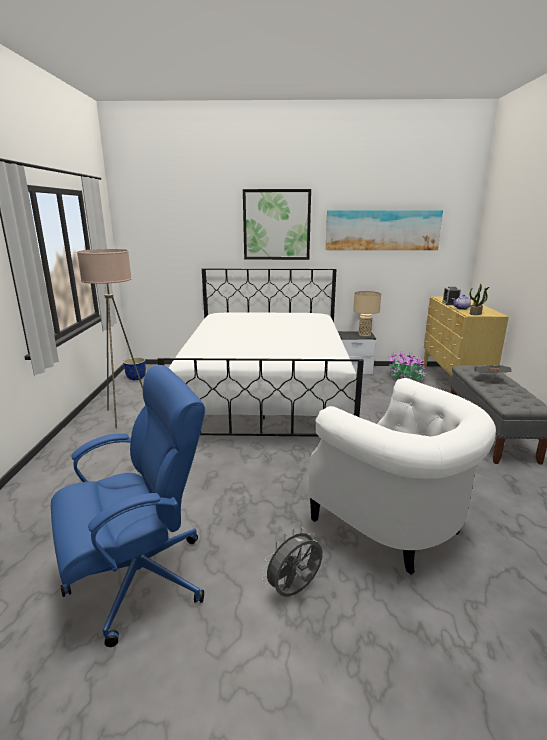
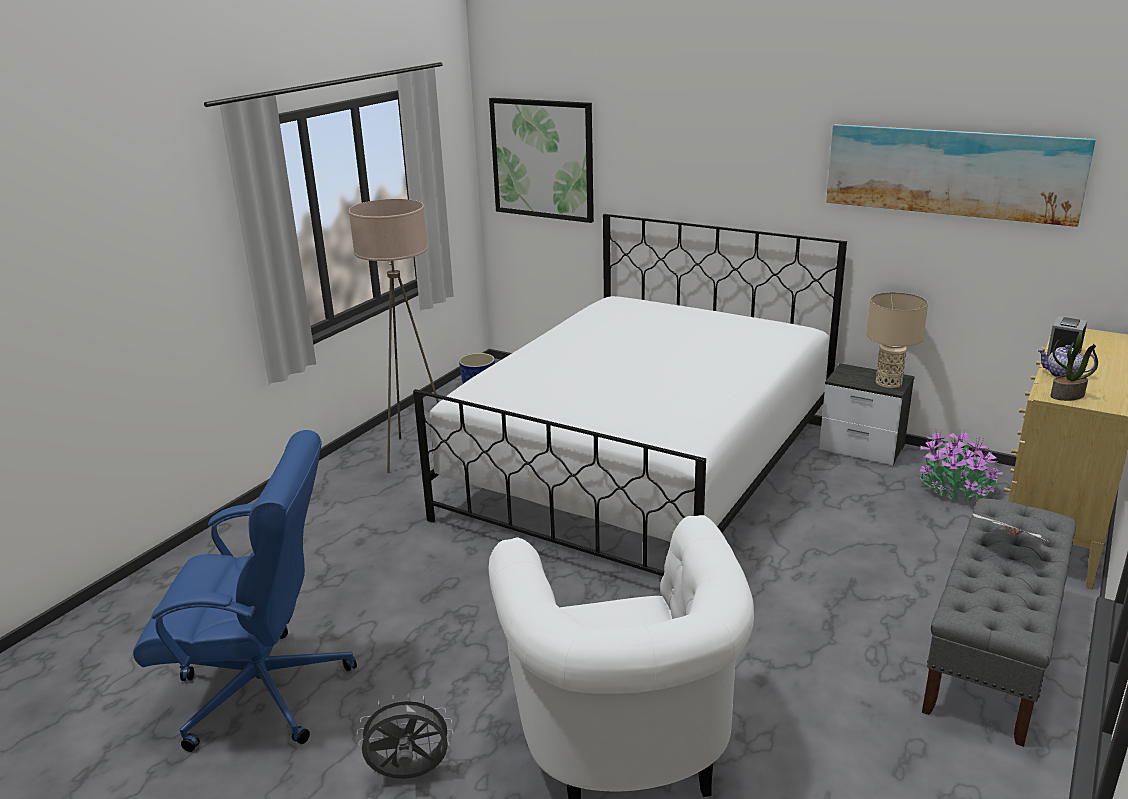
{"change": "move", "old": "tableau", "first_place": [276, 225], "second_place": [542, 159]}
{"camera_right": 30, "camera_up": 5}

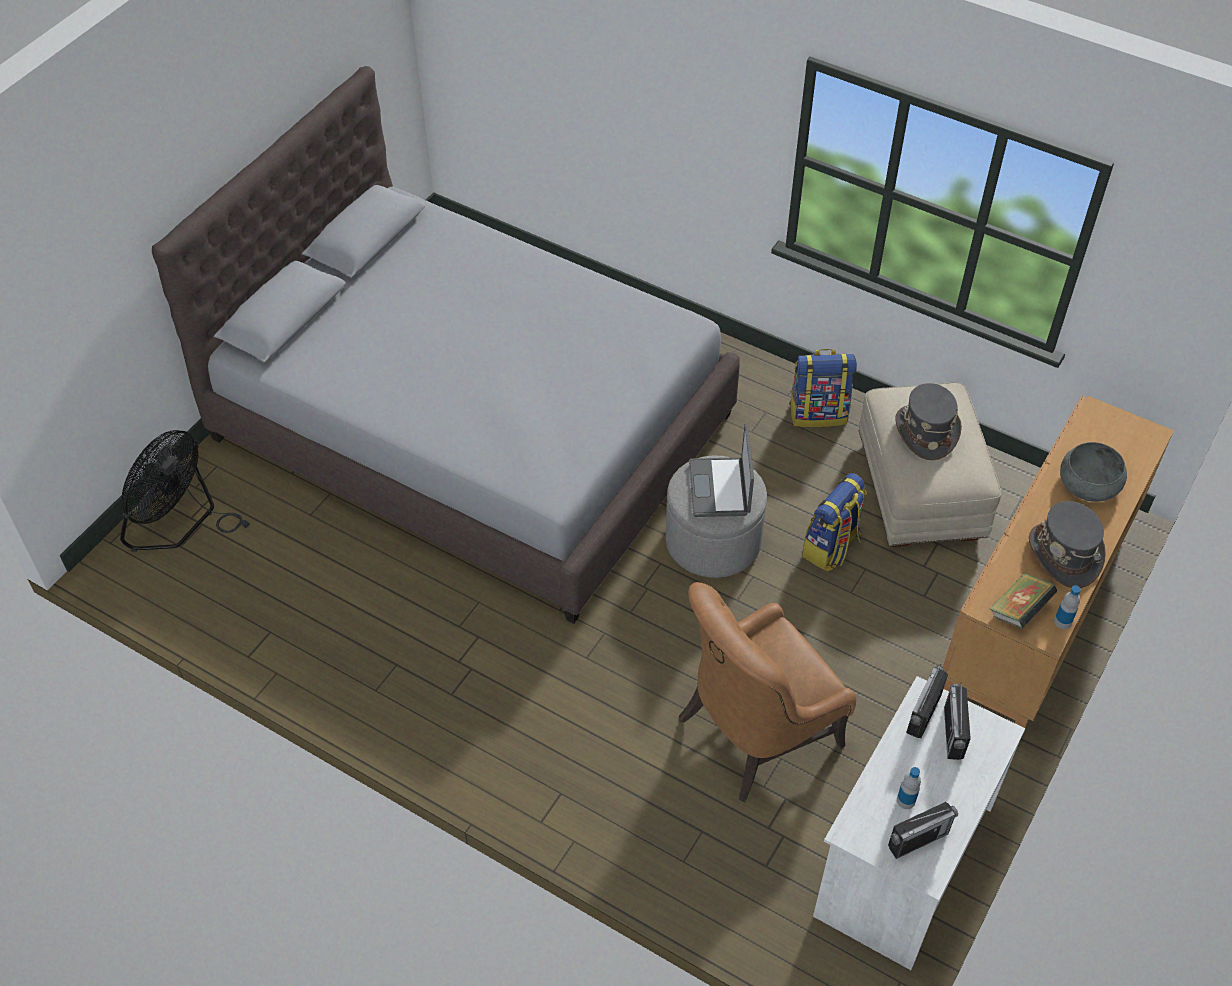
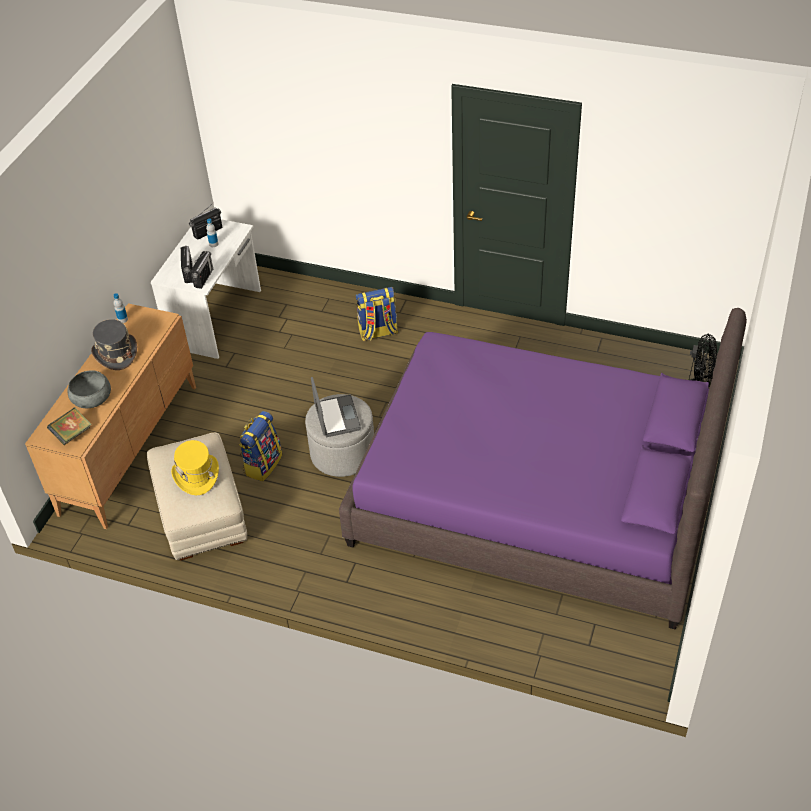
{"change": "move", "old": "livre", "first_place": [1019, 611], "second_place": [72, 434]}
{"change": "recolor", "old": "chapeau [gris]", "new": "chapeau [jaune]", "first_place": [925, 432], "second_place": [197, 475]}
{"change": "recolor", "old": "lit [gris]", "new": "lit [violet]", "first_place": [472, 426], "second_place": [536, 498]}
{"change": "move", "old": "sac à dos", "first_place": [818, 413], "second_place": [378, 332]}
{"change": "delete", "old": "chaise [marron]", "first_place": [757, 731]}
{"camera_right": 170, "camera_up": -5}

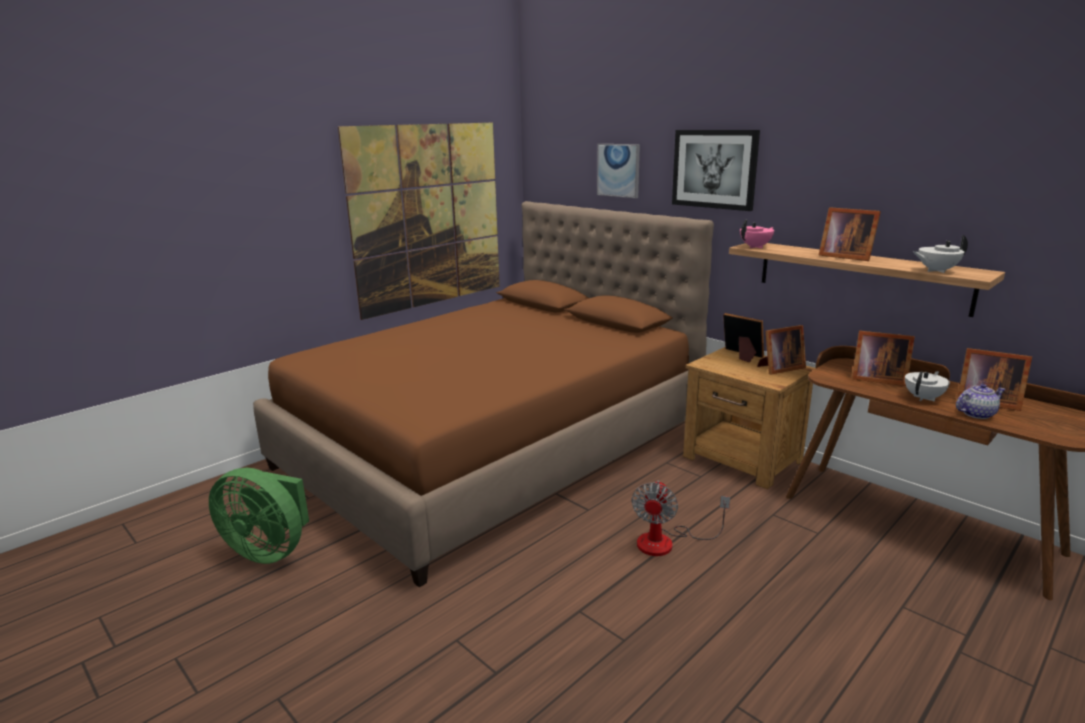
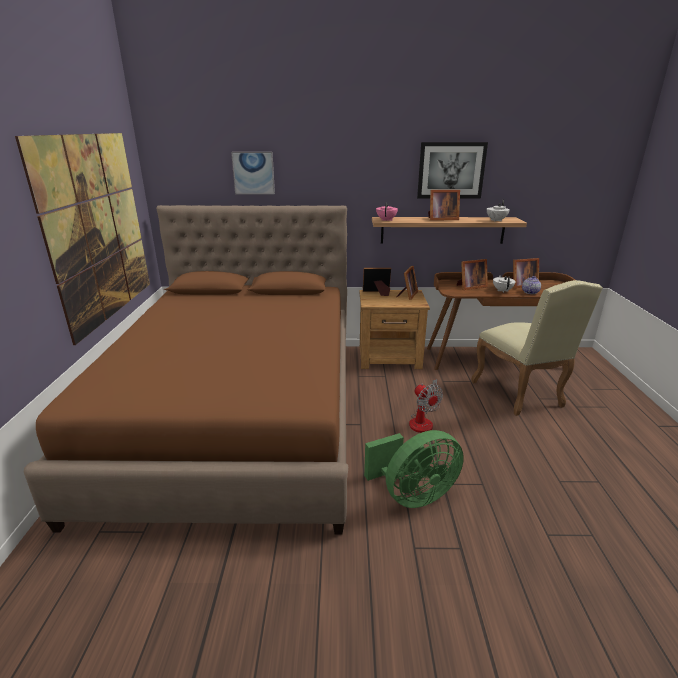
{"change": "move", "old": "ventilateur [vert]", "first_place": [269, 550], "second_place": [413, 495]}
{"change": "move", "old": "tableau", "first_place": [714, 169], "second_place": [451, 170]}
{"change": "insert", "new": "chaise [beige]", "second_place": [520, 394]}
{"camera_right": -45, "camera_up": 5}

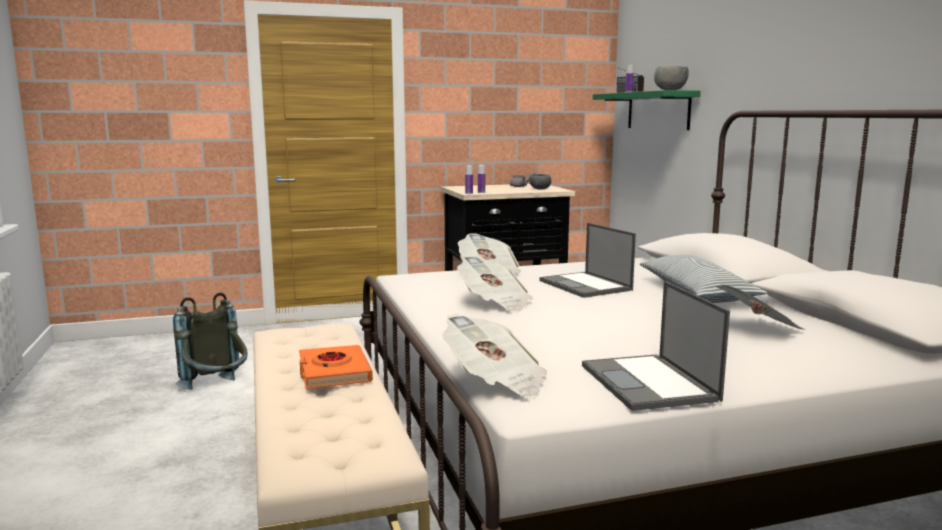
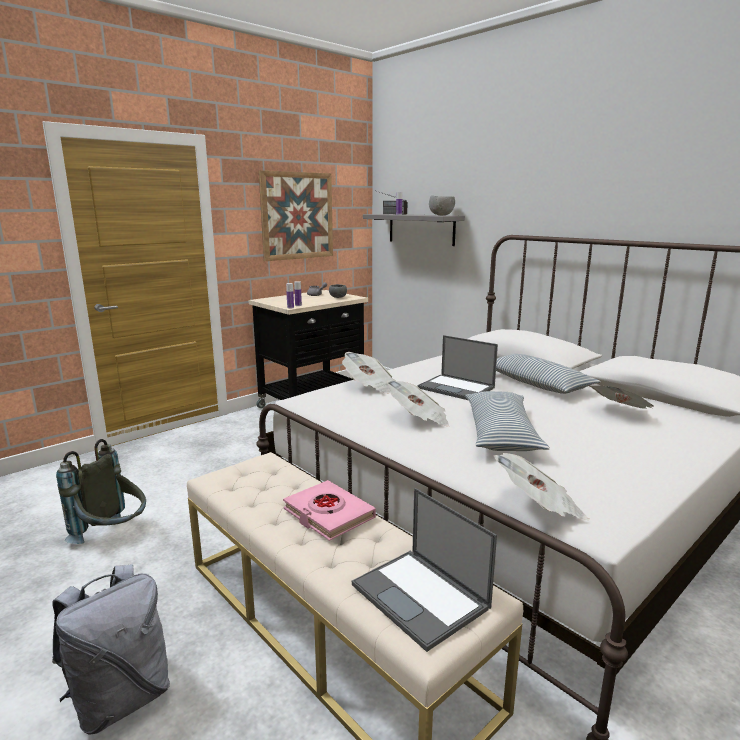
{"change": "insert", "new": "sac à dos [gris]", "second_place": [121, 698]}
{"change": "insert", "new": "tableau", "second_place": [297, 216]}
{"change": "recolor", "old": "livre [orange]", "new": "livre [rose]", "first_place": [334, 373], "second_place": [328, 514]}
{"change": "move", "old": "ordinateur portable", "first_place": [649, 383], "second_place": [421, 597]}
{"change": "recolor", "old": "étagère [vert]", "new": "étagère [gris]", "first_place": [658, 110], "second_place": [421, 229]}
{"change": "insert", "new": "coussin", "second_place": [501, 433]}
{"camera_right": -25, "camera_up": 5}

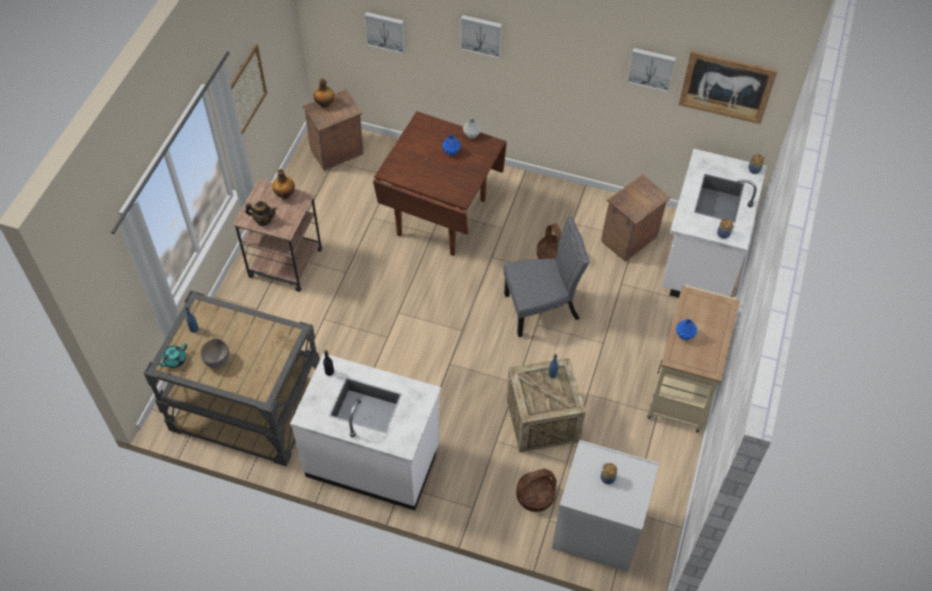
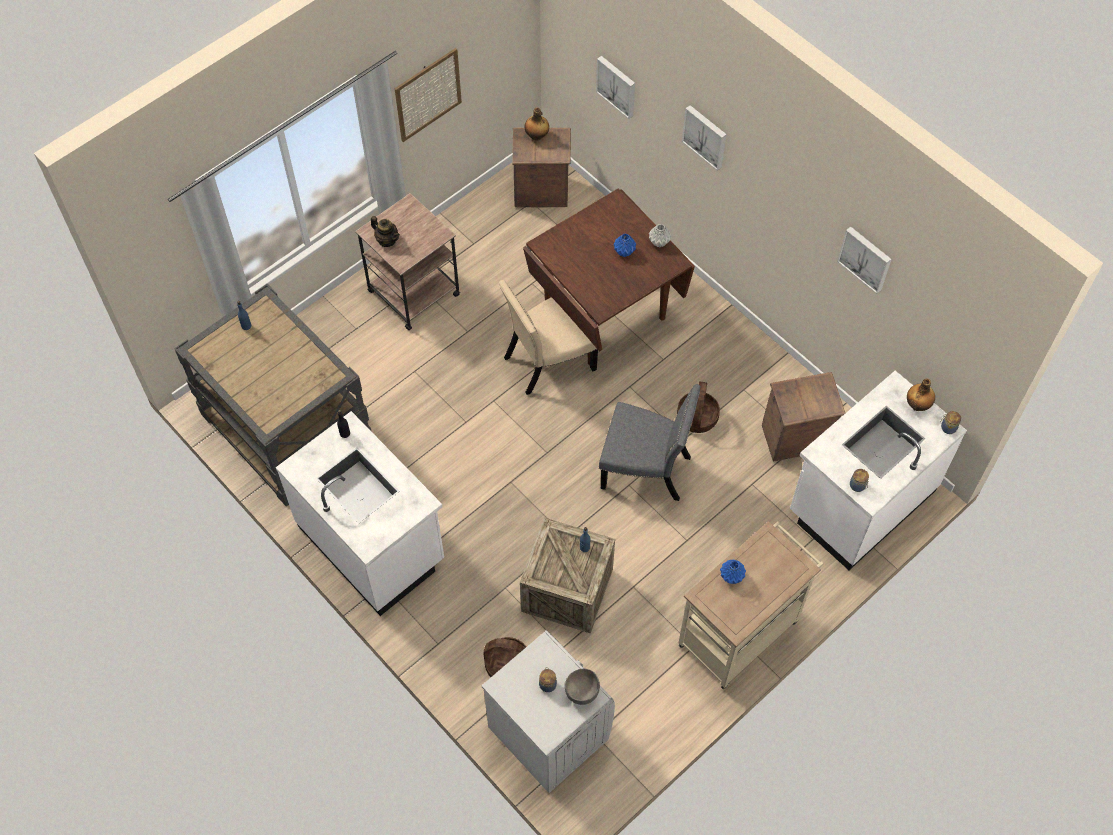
{"change": "insert", "new": "chaise [beige]", "second_place": [550, 360]}
{"change": "move", "old": "bol [gris]", "first_place": [217, 360], "second_place": [582, 692]}
{"change": "move", "old": "bouteille", "first_place": [285, 194], "second_place": [918, 405]}
{"change": "delete", "old": "théière [turquoise]", "first_place": [174, 360]}
{"change": "delete", "old": "tableau", "first_place": [726, 87]}
{"camera_right": 30, "camera_up": 5}

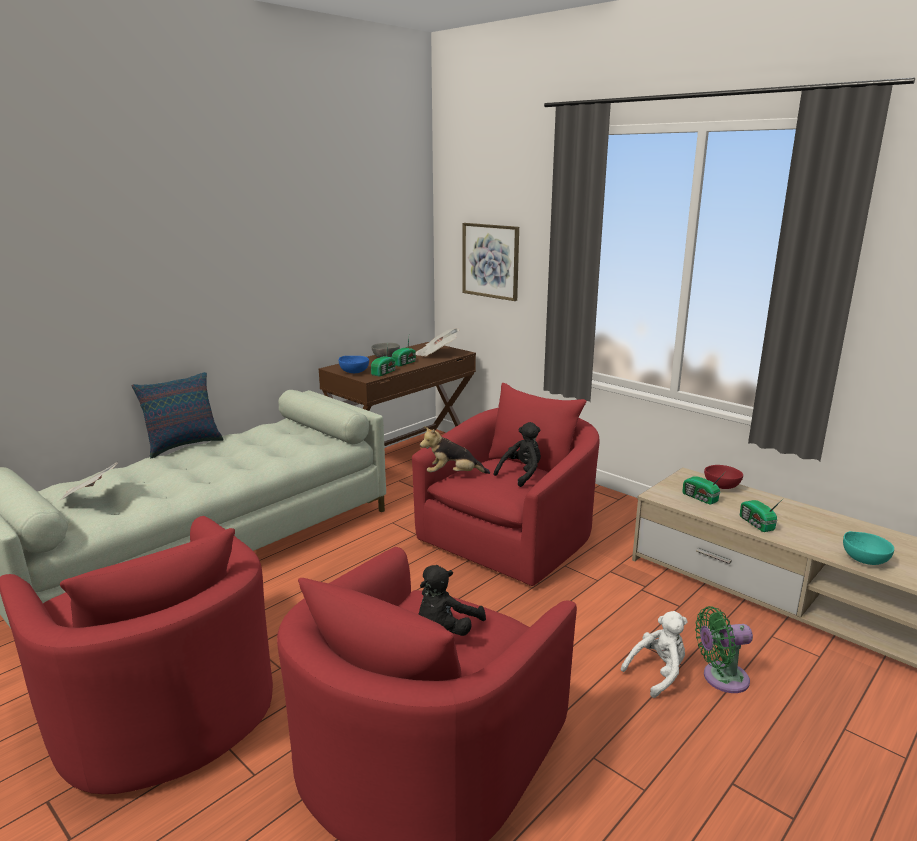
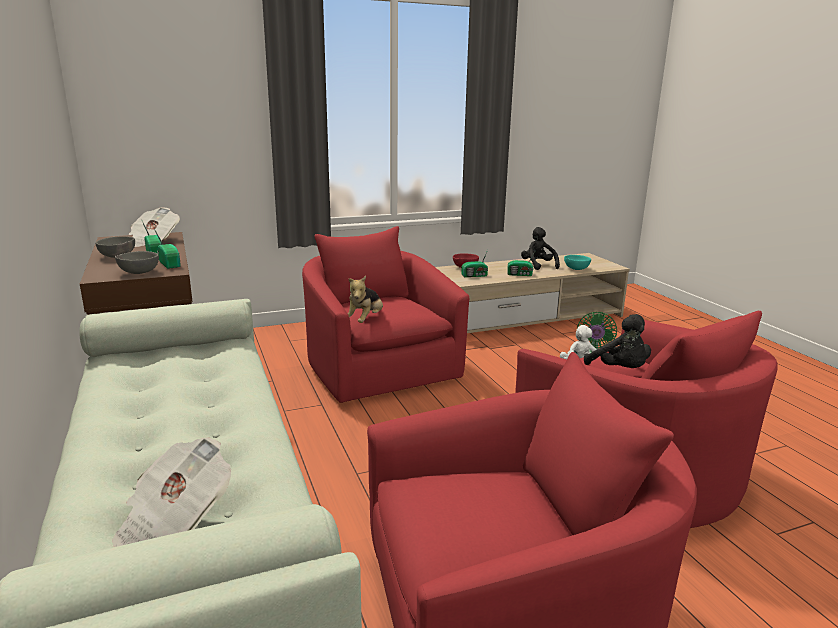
{"change": "recolor", "old": "bol [bleu]", "new": "bol [gris]", "first_place": [354, 372], "second_place": [138, 273]}
{"change": "move", "old": "peluche [noir]", "first_place": [521, 474], "second_place": [538, 266]}
{"change": "delete", "old": "coussin [bleu]", "first_place": [184, 446]}
{"change": "delete", "old": "tableau", "first_place": [490, 261]}
{"camera_right": -65, "camera_up": 0}

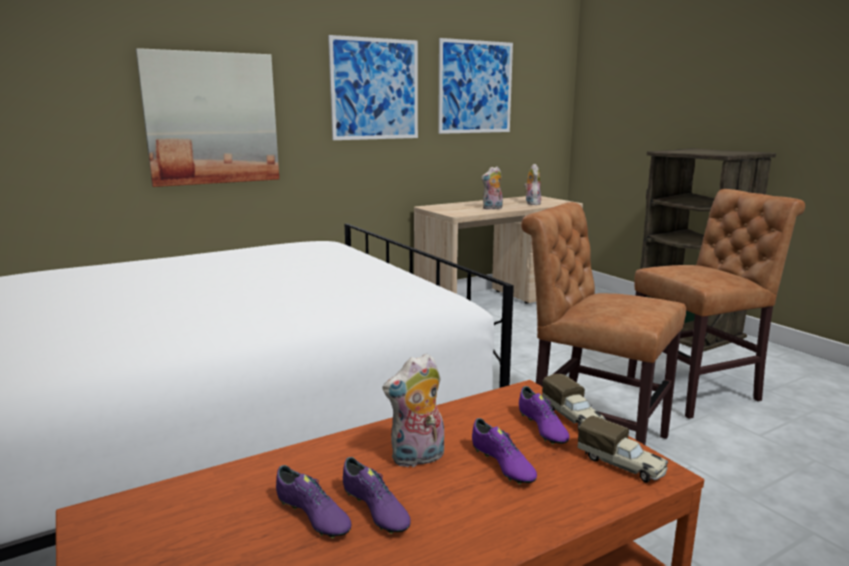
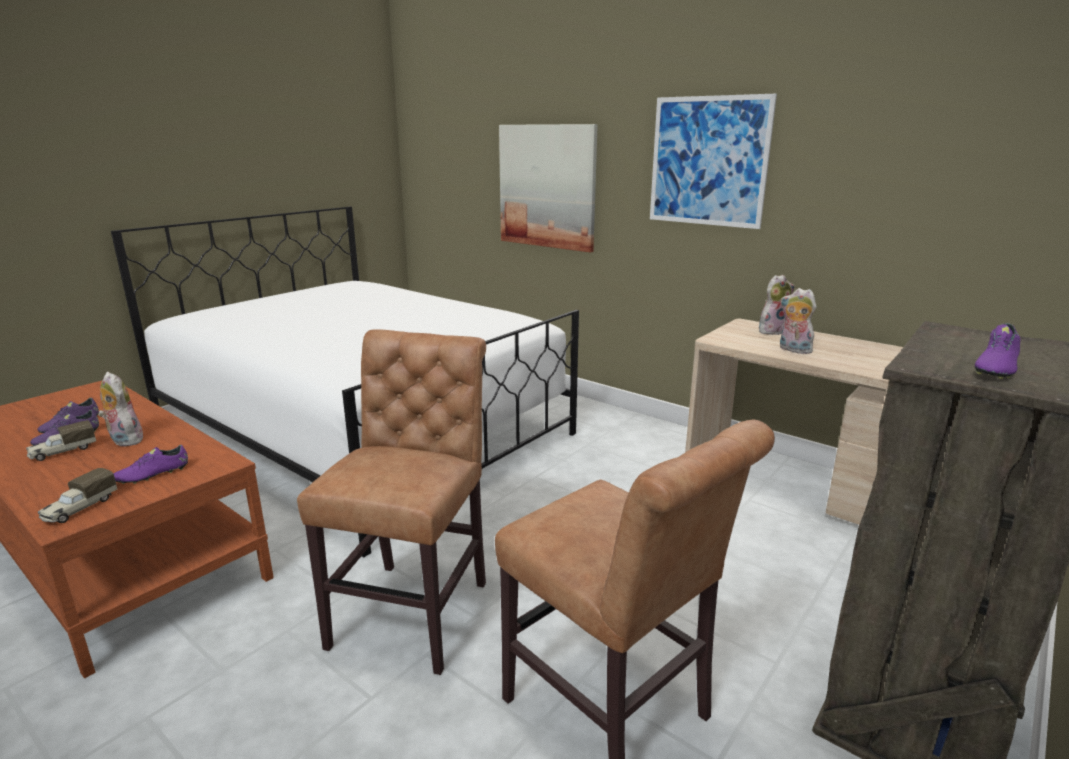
{"change": "move", "old": "camion jouet", "first_place": [573, 417], "second_place": [63, 451]}
{"change": "move", "old": "peluche", "first_place": [531, 203], "second_place": [772, 331]}
{"change": "move", "old": "chaussure [violet]", "first_place": [502, 465], "second_place": [994, 368]}
{"change": "delete", "old": "tableau", "first_place": [475, 87]}
{"camera_right": 70, "camera_up": 5}

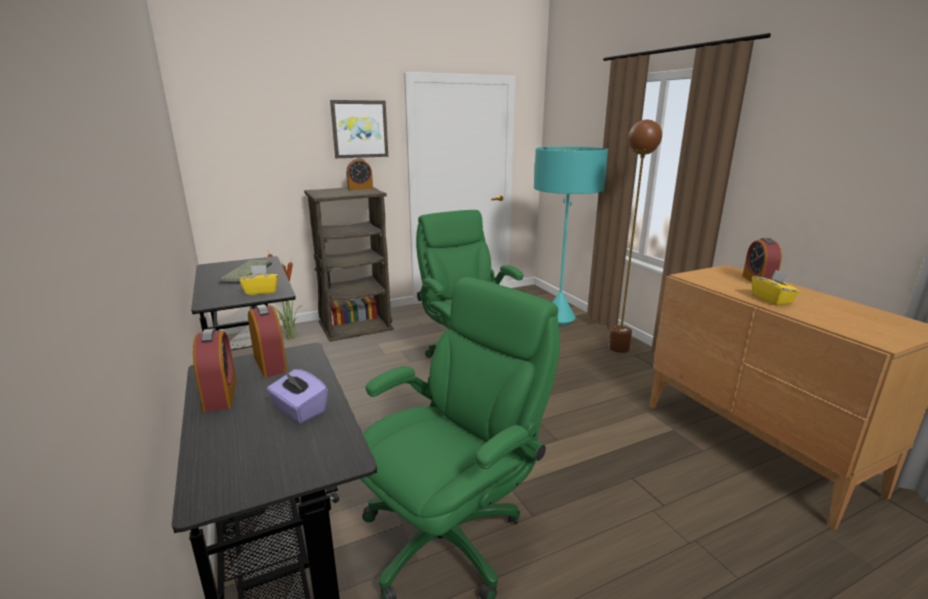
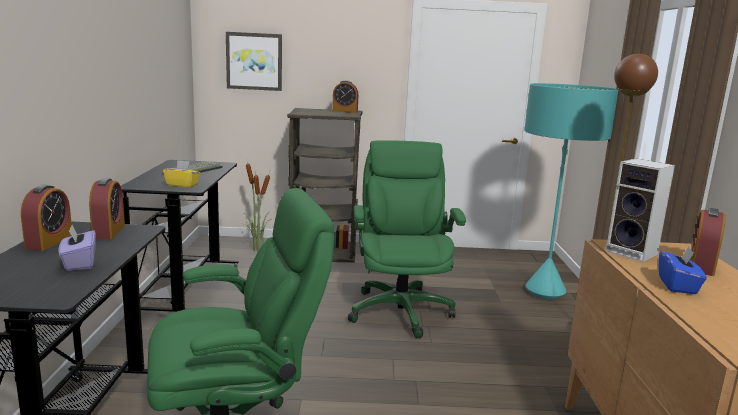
{"change": "move", "old": "tableau", "first_place": [359, 129], "second_place": [254, 61]}
{"change": "insert", "new": "enceinte", "second_place": [633, 253]}
{"change": "recolor", "old": "boîte à mouchoirs [jaune]", "new": "boîte à mouchoirs [bleu]", "first_place": [771, 300], "second_place": [678, 285]}
{"camera_right": 25, "camera_up": -5}

